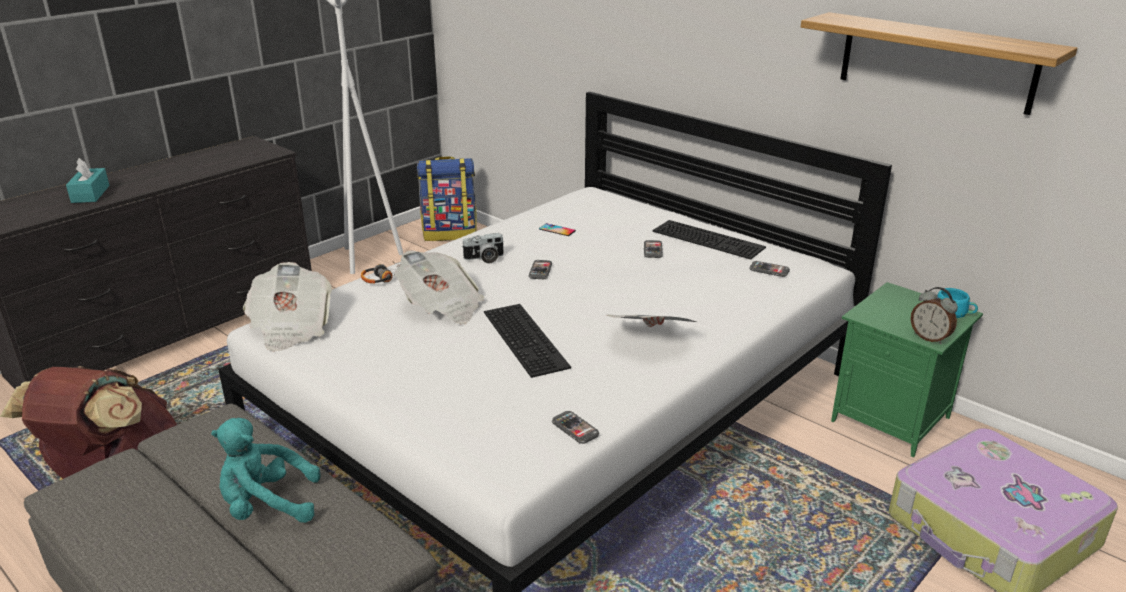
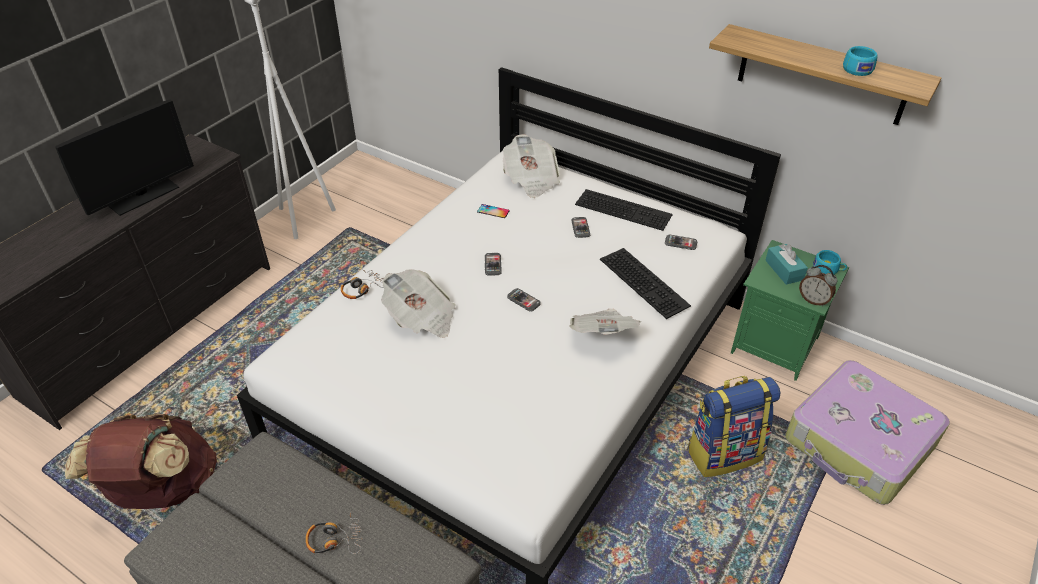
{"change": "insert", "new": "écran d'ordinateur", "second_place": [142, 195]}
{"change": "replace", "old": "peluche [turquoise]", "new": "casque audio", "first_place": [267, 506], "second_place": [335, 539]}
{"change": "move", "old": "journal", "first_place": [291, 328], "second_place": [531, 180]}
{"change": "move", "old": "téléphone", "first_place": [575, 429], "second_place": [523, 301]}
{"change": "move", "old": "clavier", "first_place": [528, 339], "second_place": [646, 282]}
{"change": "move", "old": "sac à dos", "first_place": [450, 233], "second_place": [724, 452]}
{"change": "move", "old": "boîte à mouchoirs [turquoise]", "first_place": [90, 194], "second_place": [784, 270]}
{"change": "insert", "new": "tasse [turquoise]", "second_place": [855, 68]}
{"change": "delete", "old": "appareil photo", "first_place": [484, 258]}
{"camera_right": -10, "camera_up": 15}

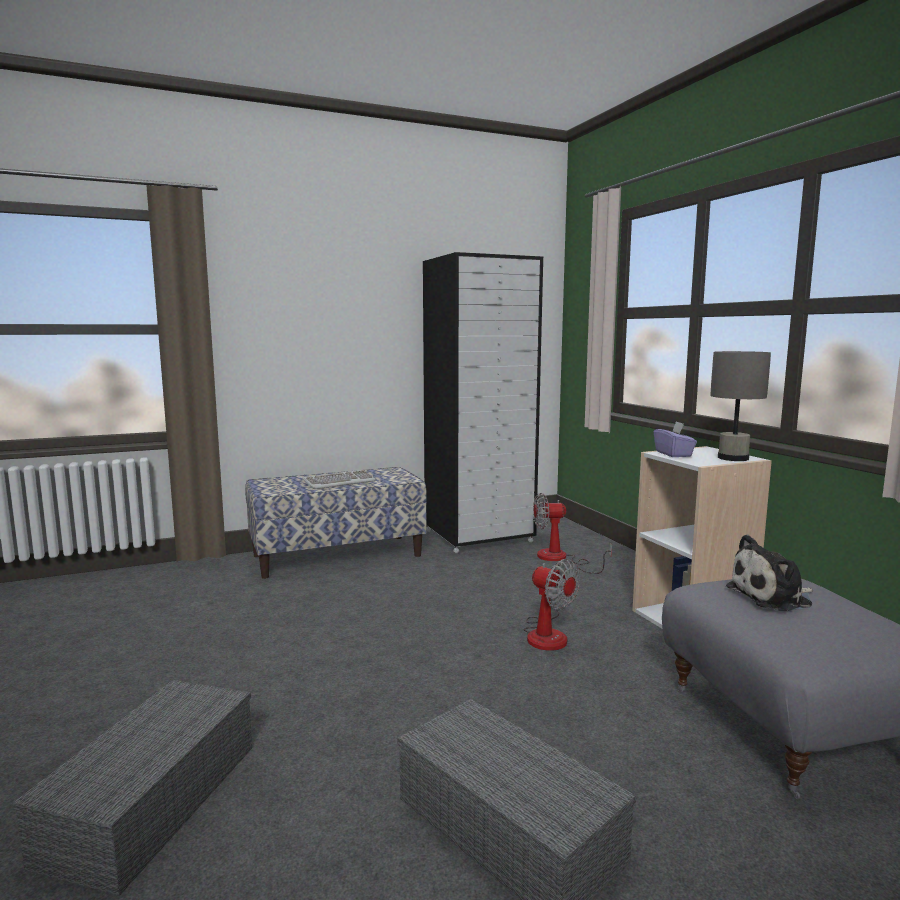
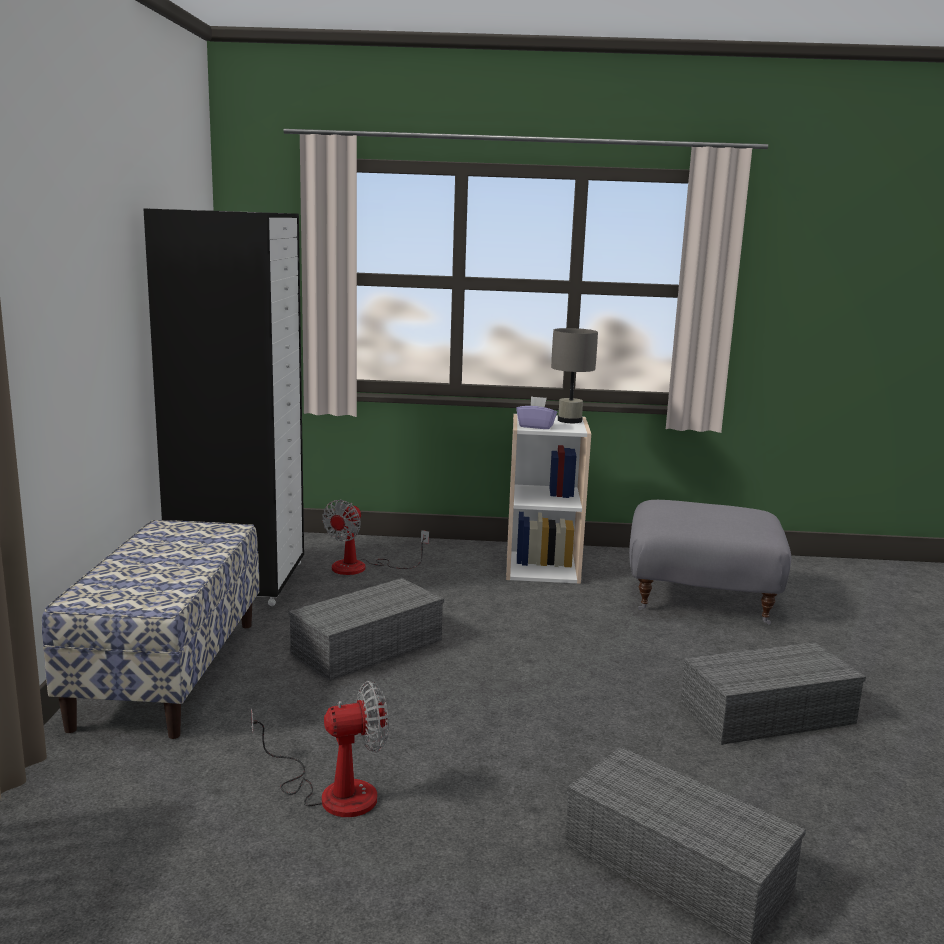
{"change": "move", "old": "ventilateur", "first_place": [547, 633], "second_place": [332, 792]}
{"change": "insert", "new": "boîte de rangement [gris]", "second_place": [368, 646]}
{"change": "delete", "old": "clavier", "first_place": [339, 482]}
{"change": "delete", "old": "peluche", "first_place": [773, 597]}
{"camera_right": -65, "camera_up": 5}

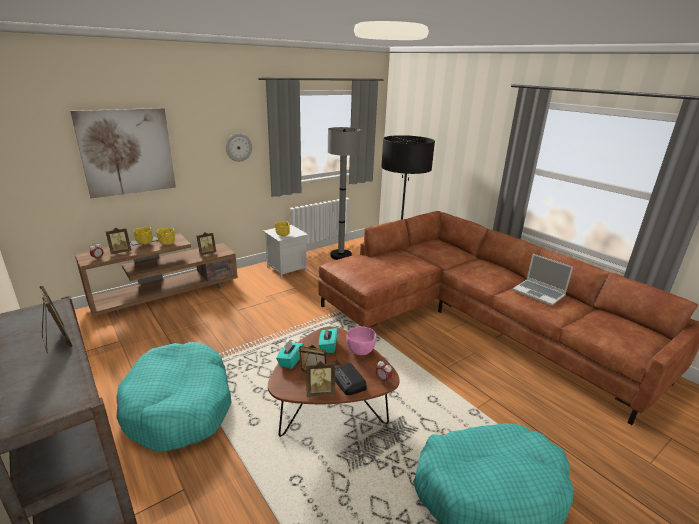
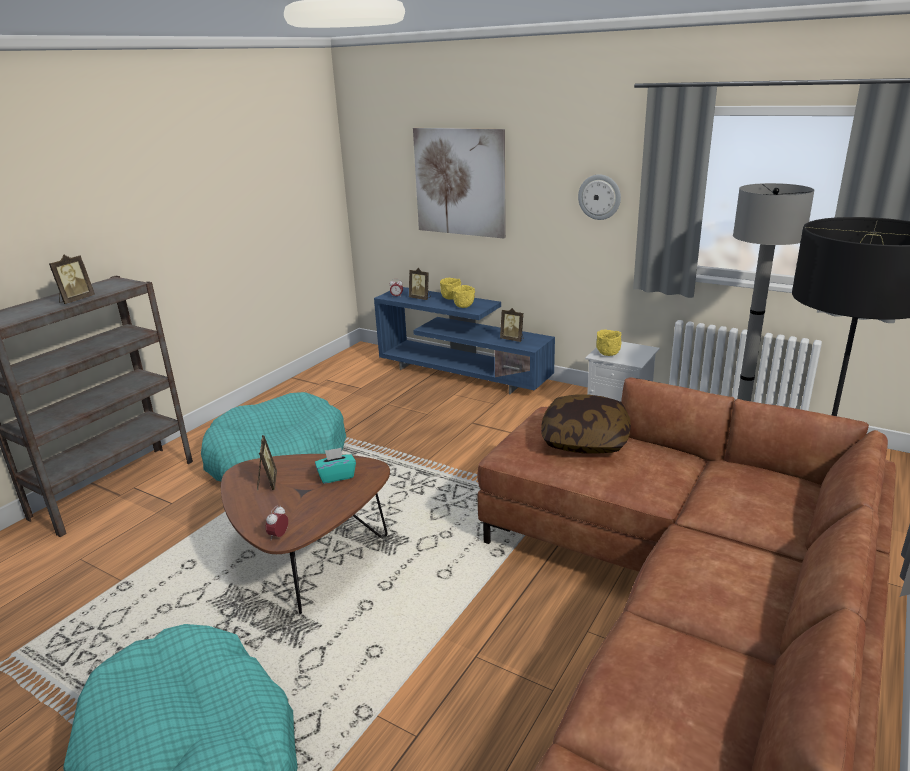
{"change": "recolor", "old": "meuble télé [marron]", "new": "meuble télé [bleu]", "first_place": [168, 295], "second_place": [464, 374]}
{"change": "insert", "new": "coussin", "second_place": [585, 439]}
{"change": "delete", "old": "boîte à mouchoirs [turquoise]", "first_place": [290, 361]}
{"change": "delete", "old": "cadre photo", "first_place": [320, 392]}
{"change": "delete", "old": "radio", "first_place": [349, 382]}
{"change": "delete", "old": "bol [rose]", "first_place": [360, 351]}
{"change": "delete", "old": "ordinateur portable", "first_place": [539, 293]}
{"camera_right": 70, "camera_up": 0}

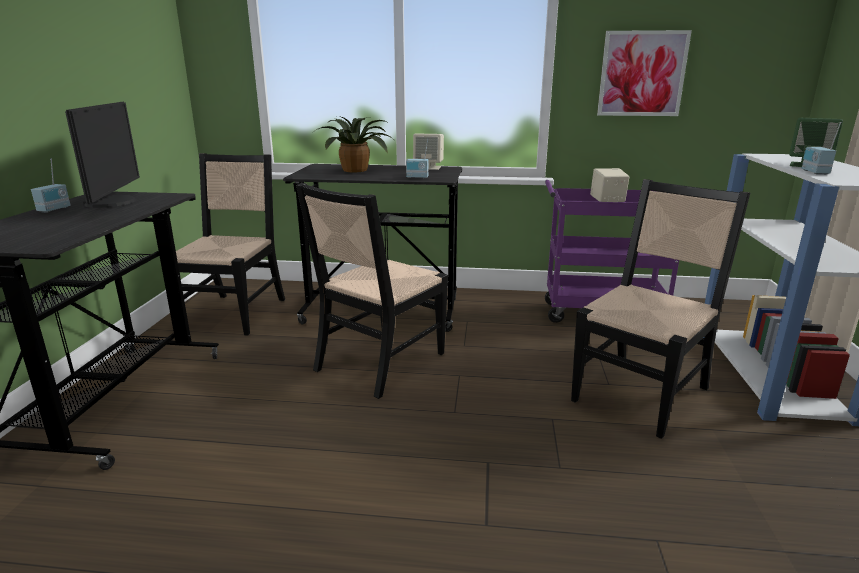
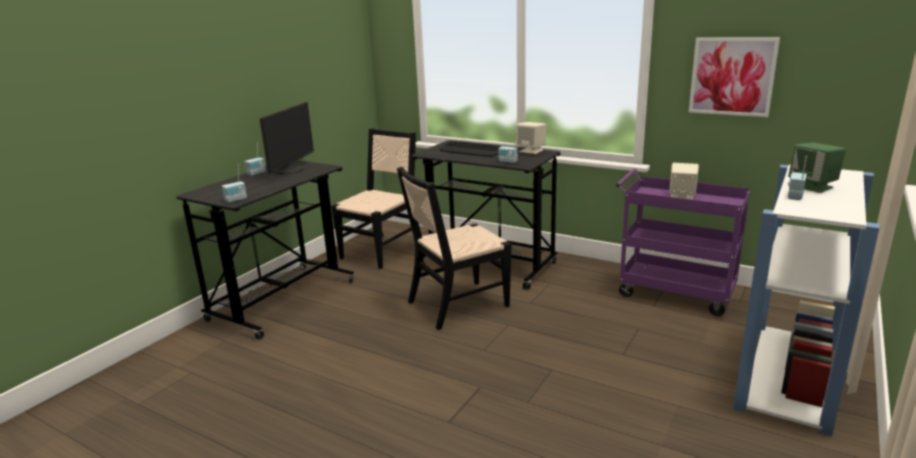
{"change": "insert", "new": "radio", "second_place": [236, 200]}
{"change": "replace", "old": "plante en pot", "new": "clavier", "first_place": [357, 170], "second_place": [472, 150]}
{"change": "delete", "old": "chaise", "first_place": [640, 394]}
{"camera_right": 25, "camera_up": 0}

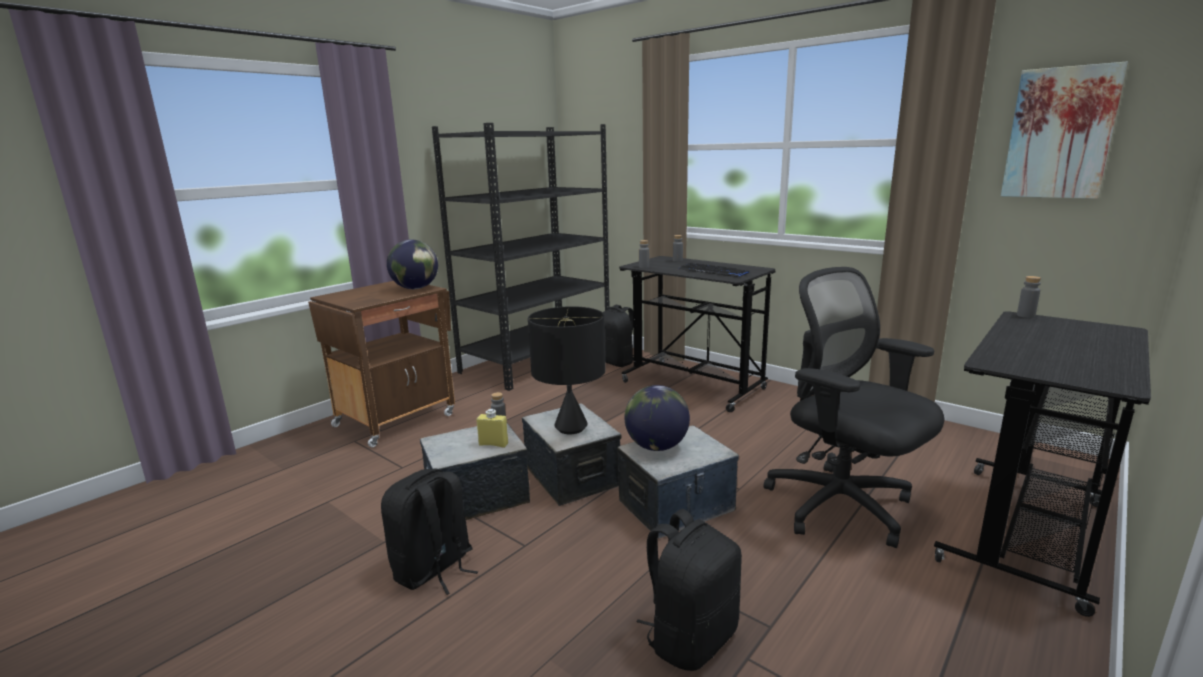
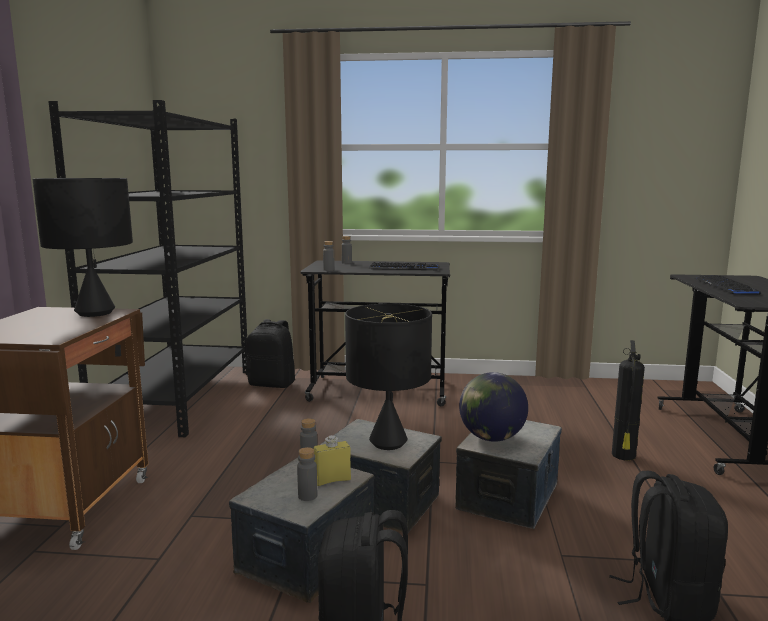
{"change": "replace", "old": "globe", "new": "lampe de table [noir]", "first_place": [415, 288], "second_place": [95, 313]}
{"change": "move", "old": "bouteille [gris]", "first_place": [1025, 316], "second_place": [307, 496]}
{"change": "replace", "old": "chaise de bureau [noir]", "new": "extincteur", "first_place": [848, 508], "second_place": [623, 456]}
{"change": "insert", "new": "clavier", "second_place": [725, 287]}
{"change": "delete", "old": "tableau", "first_place": [1060, 133]}
{"camera_right": -35, "camera_up": -5}

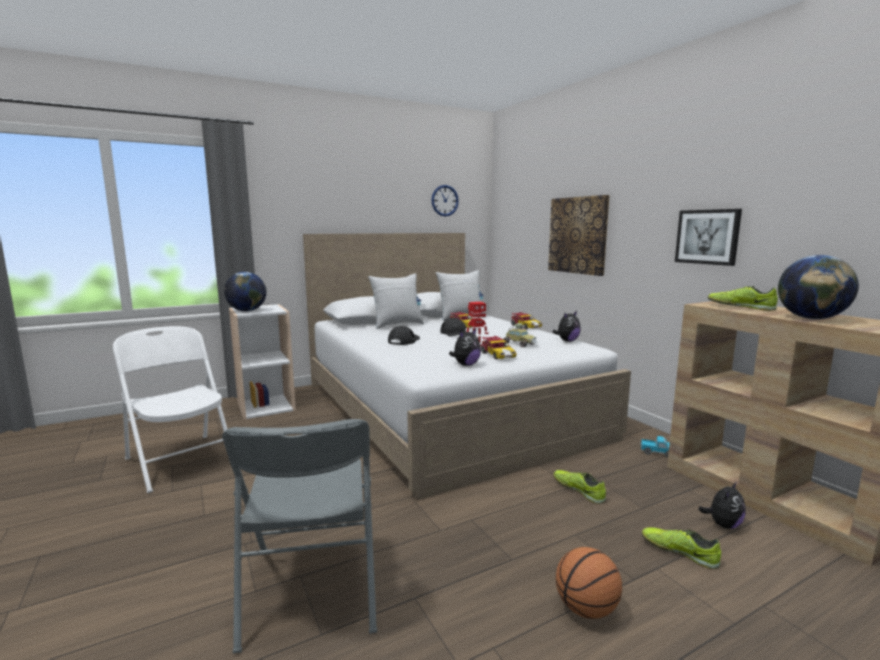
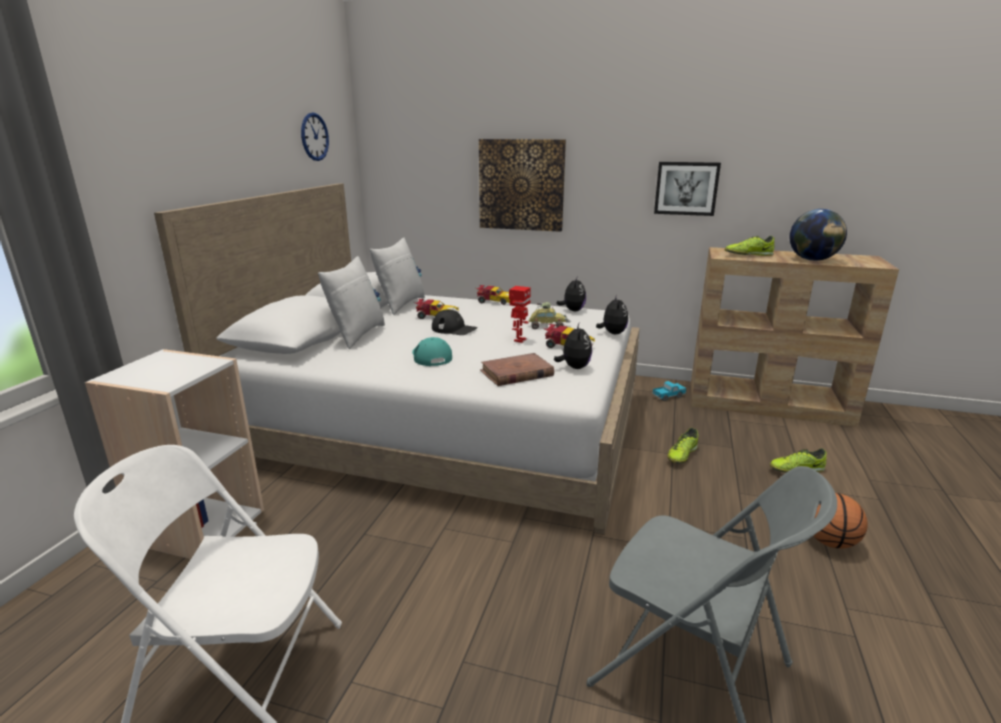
{"change": "recolor", "old": "casquette [noir]", "new": "casquette [turquoise]", "first_place": [404, 340], "second_place": [431, 356]}
{"change": "insert", "new": "livre [marron]", "second_place": [516, 373]}
{"change": "move", "old": "peluche", "first_place": [723, 525], "second_place": [612, 333]}
{"change": "rotate", "old": "chaussure", "first_place": [578, 490], "second_place": [682, 455], "degrees": -60}
{"change": "delete", "old": "globe", "first_place": [247, 311]}
{"camera_right": -45, "camera_up": 10}

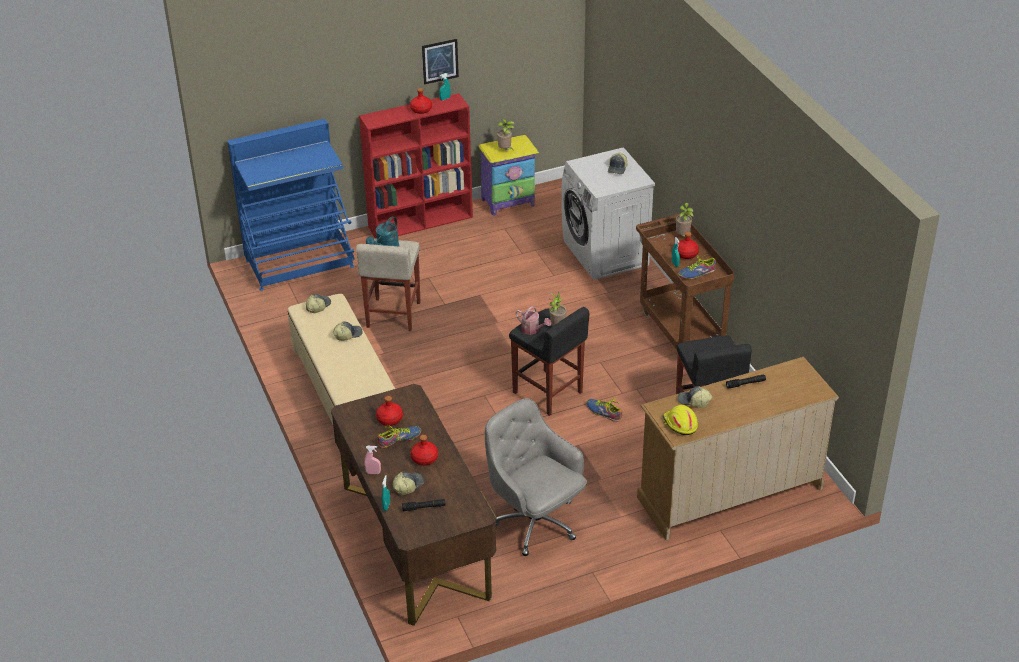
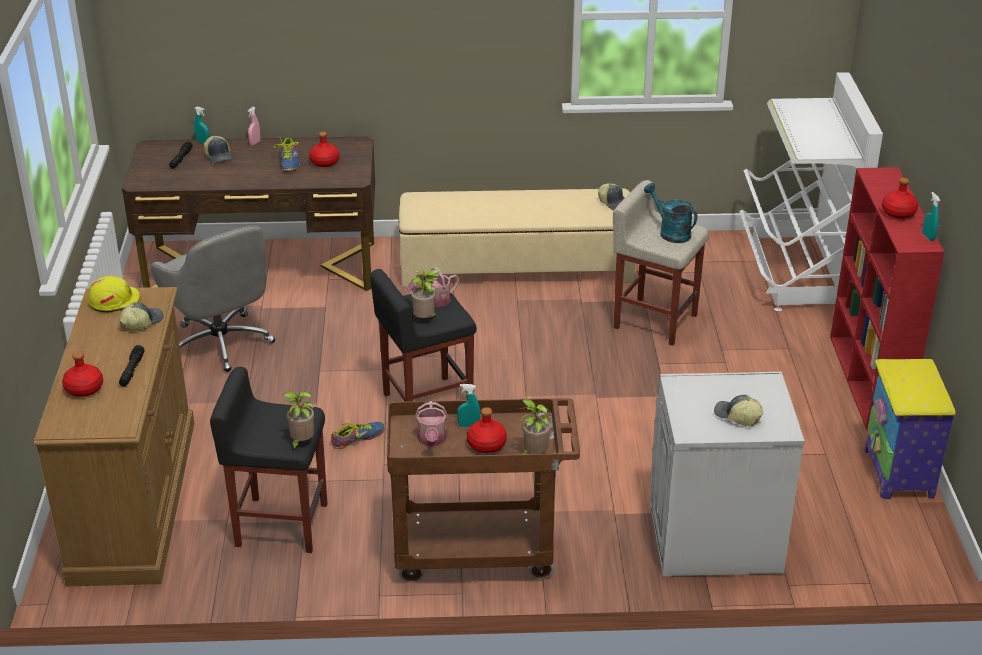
{"change": "move", "old": "bouteille [rouge]", "first_place": [424, 458], "second_place": [84, 389]}
{"change": "rotate", "old": "chaise de bureau [gris]", "first_place": [536, 523], "second_place": [219, 343], "degrees": 75}
{"change": "move", "old": "plante en pot", "first_place": [505, 150], "second_place": [301, 442]}
{"change": "replace", "old": "chaussure", "new": "arrosoir", "first_place": [697, 273], "second_place": [432, 440]}
{"change": "recolor", "old": "étagère à chaussures [bleu]", "new": "étagère à chaussures [blanc]", "first_place": [301, 265], "second_place": [793, 274]}
{"change": "delete", "old": "casquette", "first_place": [347, 334]}
{"change": "delete", "old": "tableau", "first_place": [440, 61]}
{"camera_right": 110, "camera_up": -5}

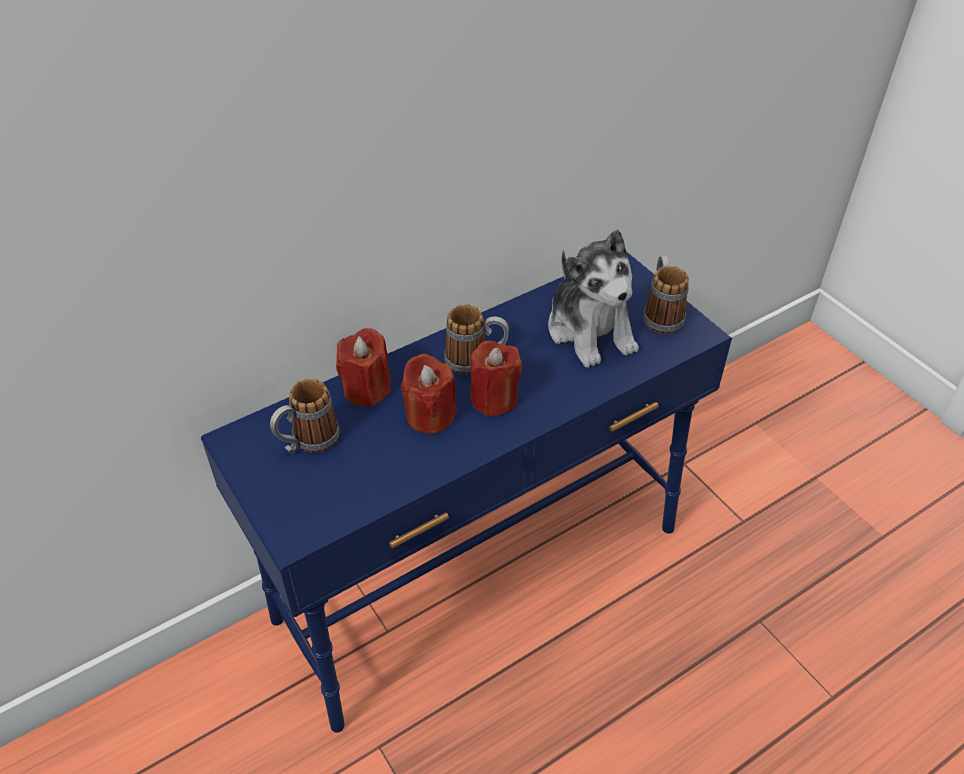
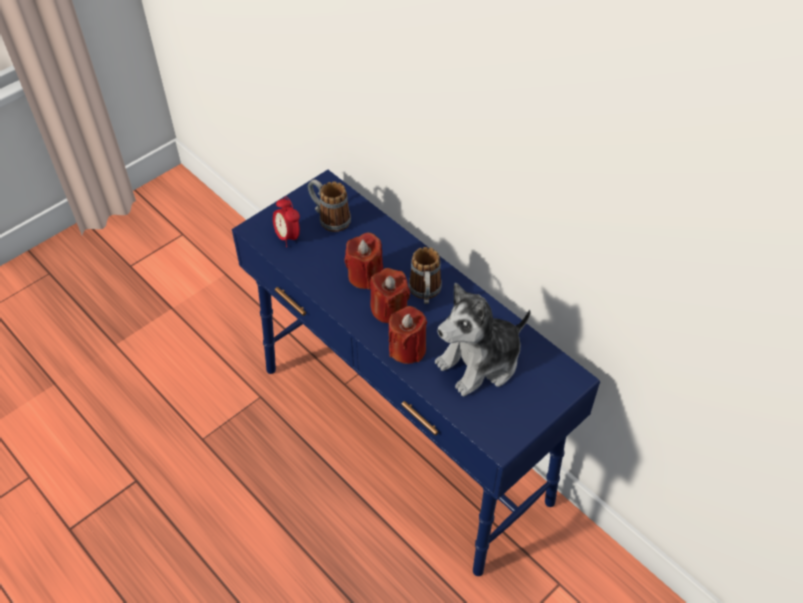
{"change": "insert", "new": "réveil", "second_place": [288, 237]}
{"change": "move", "old": "bougie [rouge]", "first_place": [367, 389], "second_place": [407, 349]}
{"change": "delete", "old": "mug", "first_place": [661, 314]}
{"camera_right": 80, "camera_up": 5}

